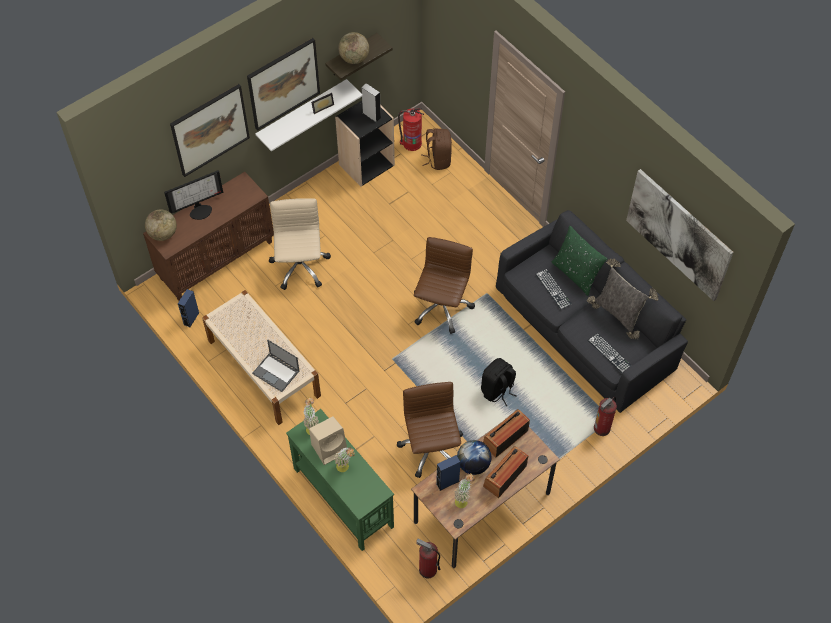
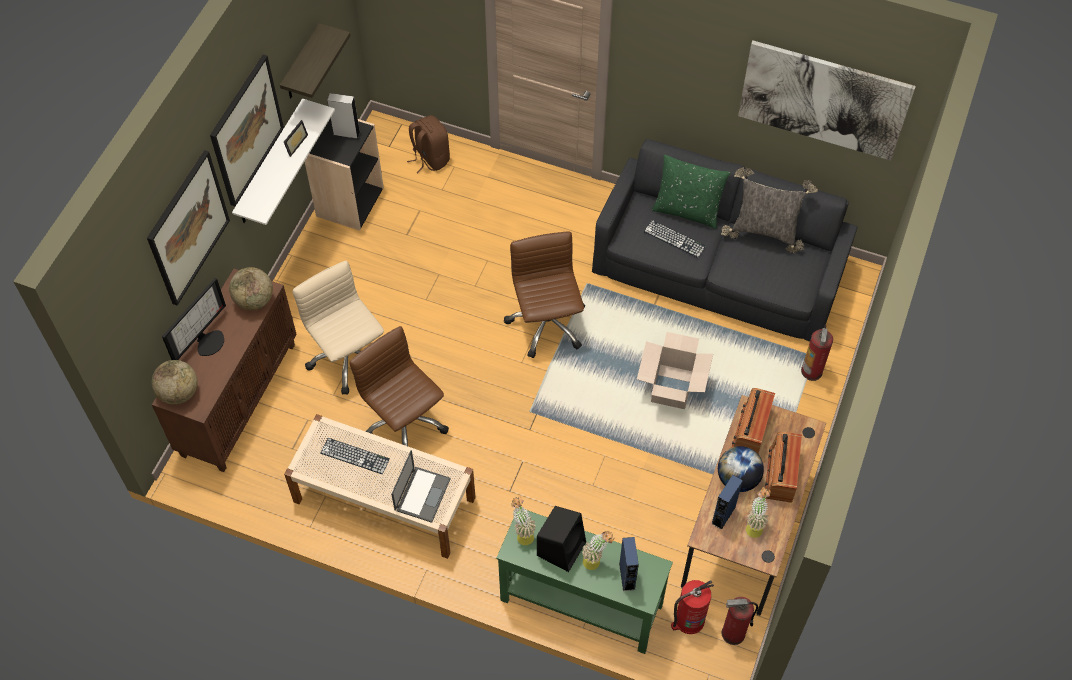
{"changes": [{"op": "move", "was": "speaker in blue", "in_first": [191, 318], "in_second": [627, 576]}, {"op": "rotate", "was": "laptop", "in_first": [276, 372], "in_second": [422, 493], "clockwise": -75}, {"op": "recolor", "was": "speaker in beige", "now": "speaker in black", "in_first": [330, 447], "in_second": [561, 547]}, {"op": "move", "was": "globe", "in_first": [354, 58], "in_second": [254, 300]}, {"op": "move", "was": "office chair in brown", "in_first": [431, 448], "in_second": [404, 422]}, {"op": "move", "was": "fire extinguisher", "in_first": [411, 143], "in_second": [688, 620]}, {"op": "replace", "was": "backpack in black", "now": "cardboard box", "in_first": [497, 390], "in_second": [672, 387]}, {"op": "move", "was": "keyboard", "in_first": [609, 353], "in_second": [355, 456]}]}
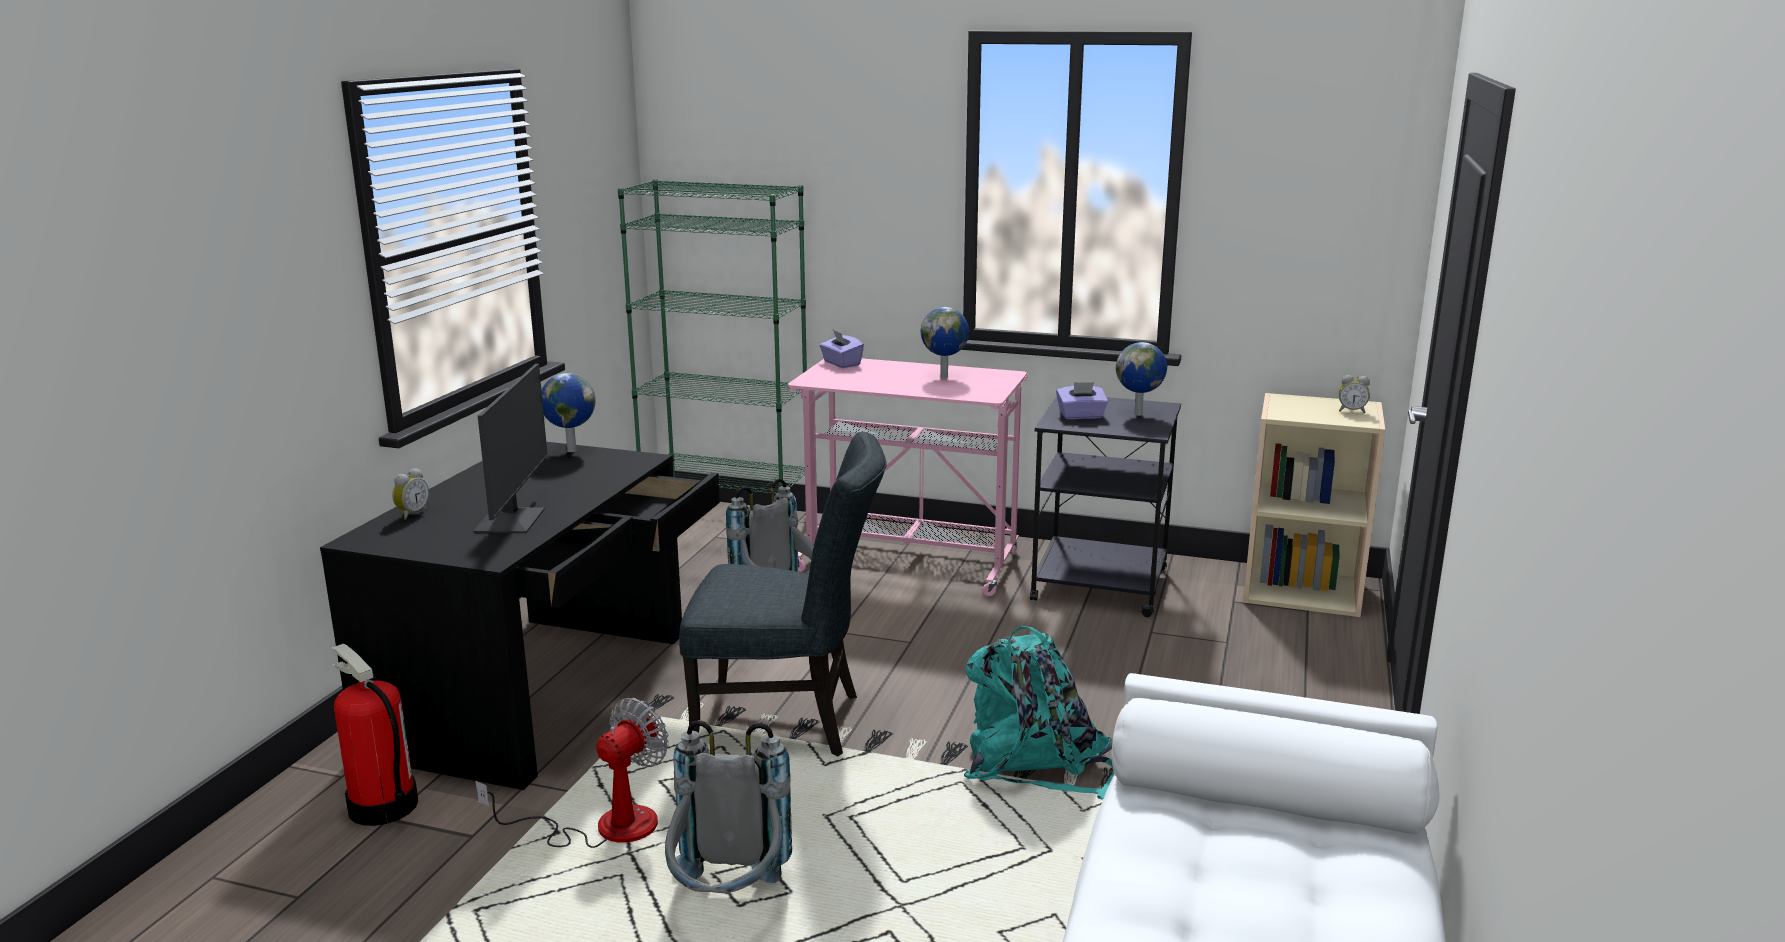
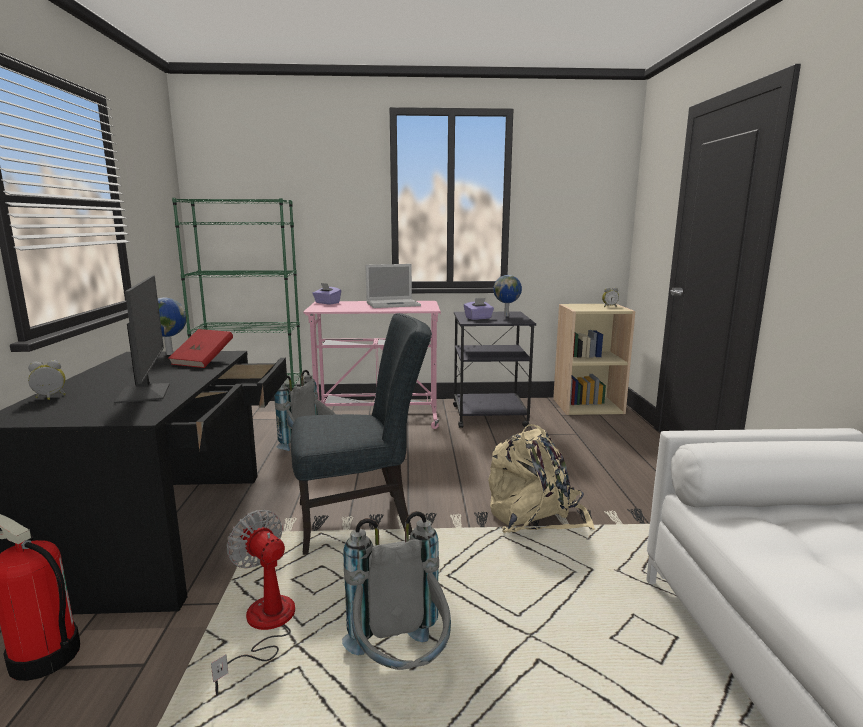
{"changes": [{"op": "rotate", "was": "alarm clock", "in_first": [411, 514], "in_second": [50, 398], "clockwise": -120}, {"op": "rotate", "was": "fan", "in_first": [604, 827], "in_second": [263, 627], "clockwise": -60}, {"op": "replace", "was": "globe", "now": "laptop", "in_first": [945, 376], "in_second": [394, 304]}, {"op": "recolor", "was": "backpack in turquoise", "now": "backpack in beige", "in_first": [1035, 763], "in_second": [535, 515]}, {"op": "insert", "now": "book in red", "in_second": [203, 361]}]}
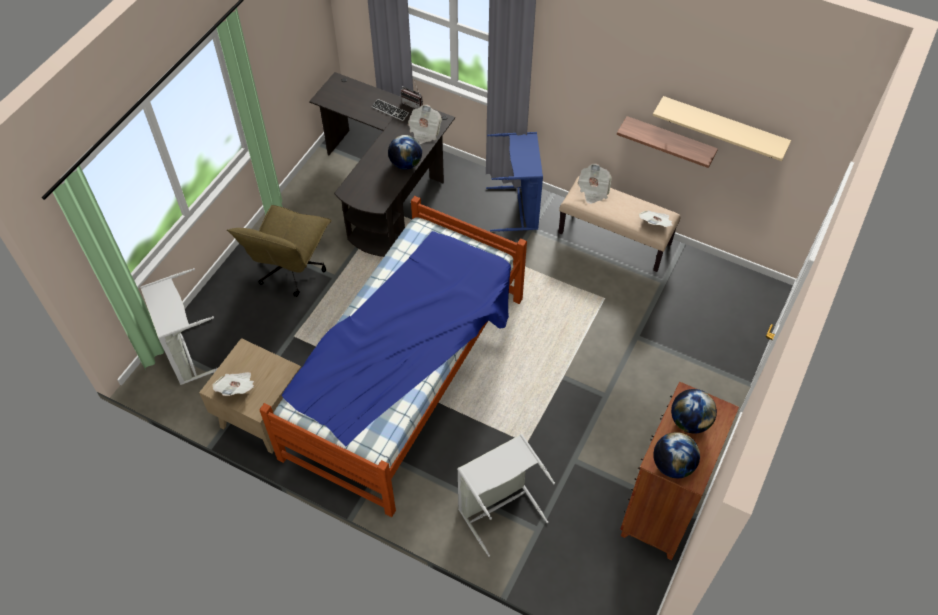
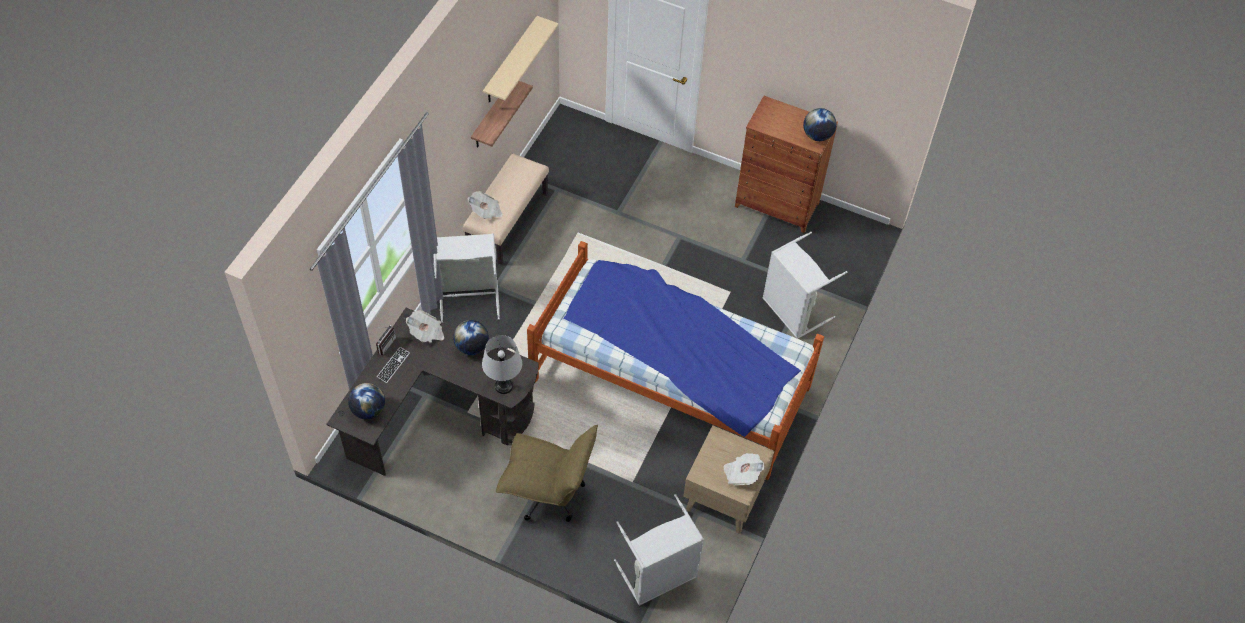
{"changes": [{"op": "recolor", "was": "laundry basket in blue", "now": "laundry basket in grey", "in_first": [519, 208], "in_second": [469, 296]}, {"op": "delete", "was": "newspaper", "in_first": [655, 224]}, {"op": "move", "was": "globe", "in_first": [689, 421], "in_second": [368, 410]}, {"op": "insert", "now": "table lamp in grey", "in_second": [503, 386]}]}
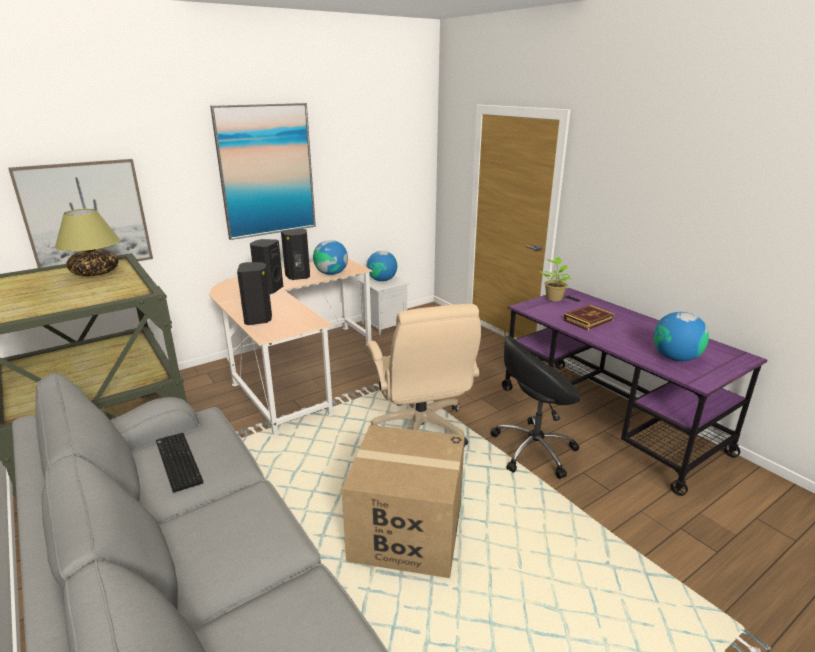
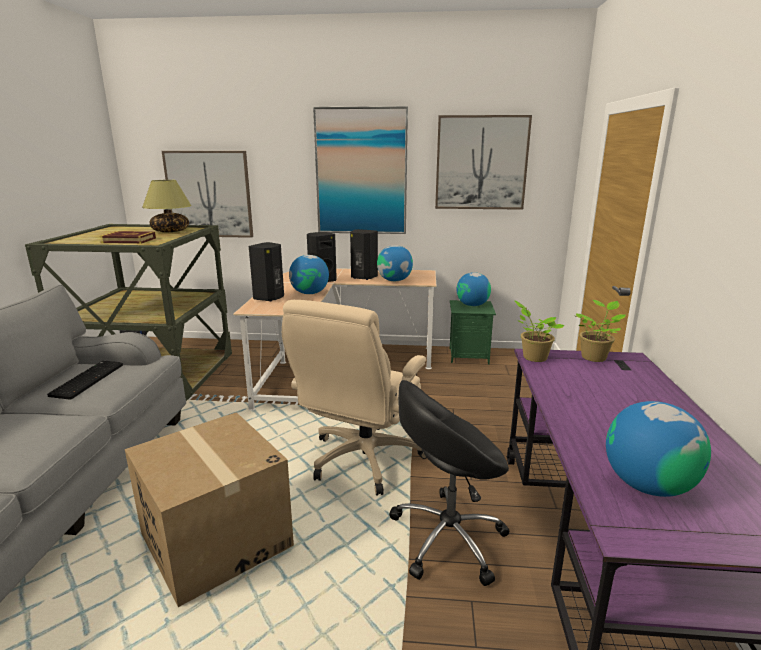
{"changes": [{"op": "recolor", "was": "nightstand in grey", "now": "nightstand in green", "in_first": [384, 324], "in_second": [469, 355]}, {"op": "rotate", "was": "office chair in black", "in_first": [531, 450], "in_second": [445, 538], "clockwise": -45}, {"op": "move", "was": "book", "in_first": [588, 320], "in_second": [129, 240]}, {"op": "insert", "now": "globe", "in_second": [310, 293]}, {"op": "insert", "now": "picture", "in_second": [481, 163]}, {"op": "insert", "now": "potted plant", "in_second": [533, 357]}]}
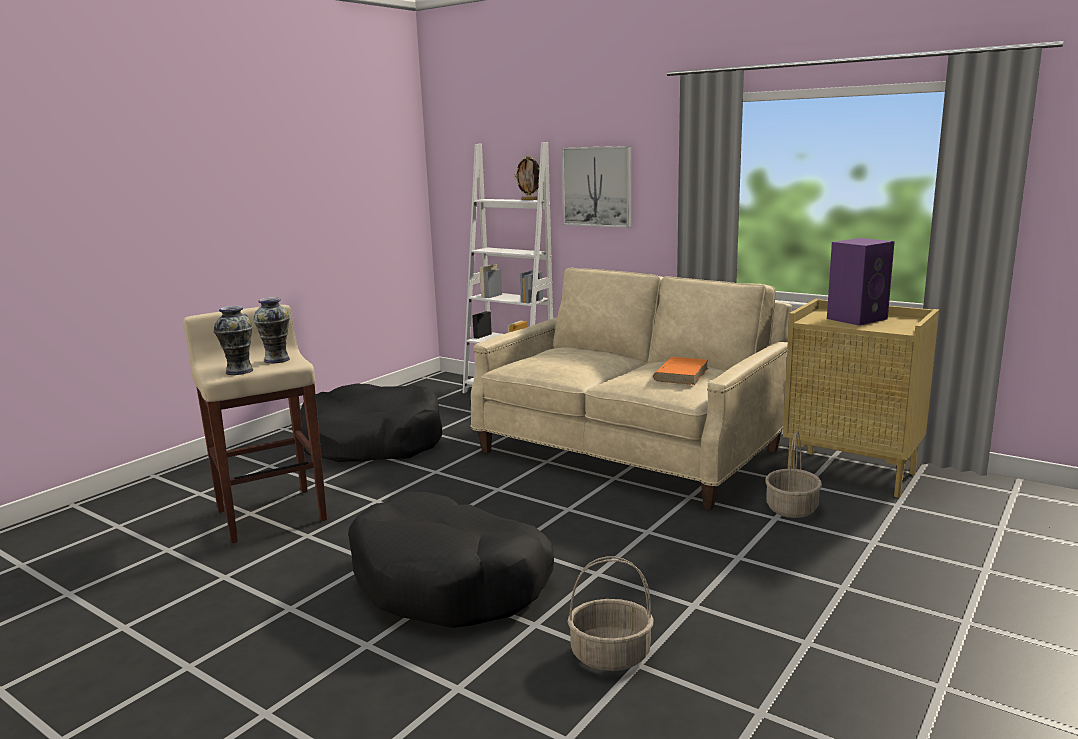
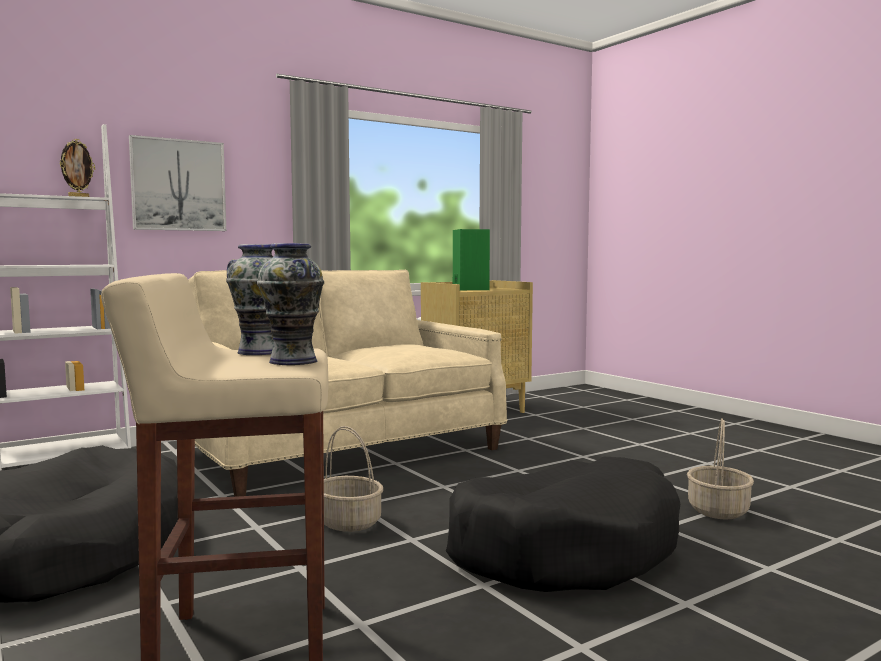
{"changes": [{"op": "delete", "was": "book in orange", "in_first": [681, 374]}, {"op": "move", "was": "basket", "in_first": [792, 509], "in_second": [349, 522]}, {"op": "recolor", "was": "speaker in purple", "now": "speaker in green", "in_first": [856, 318], "in_second": [469, 289]}]}
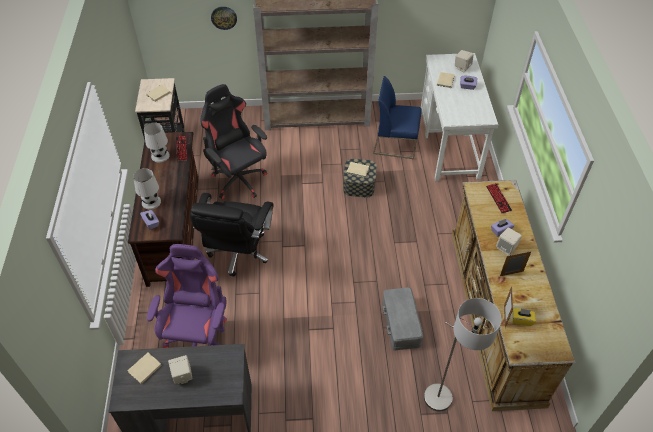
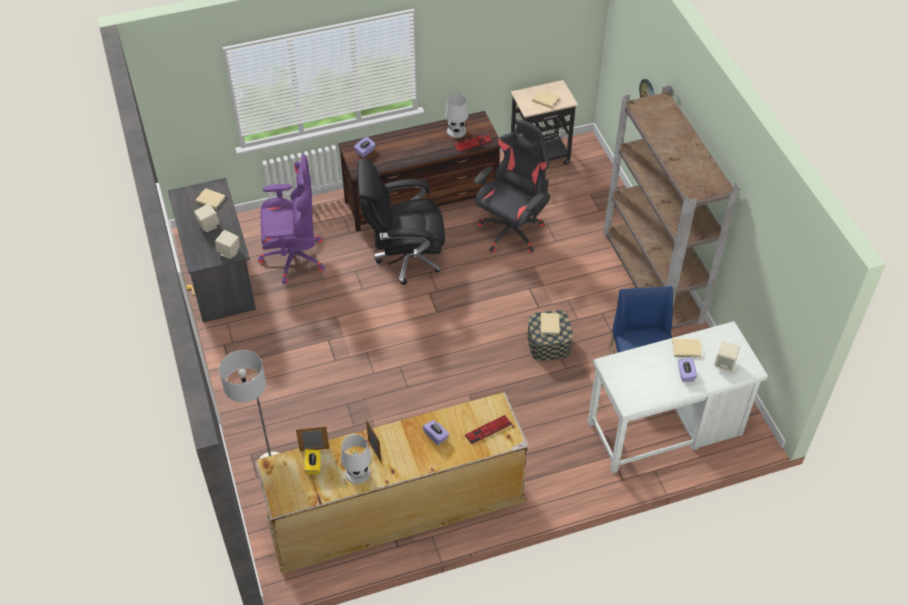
{"changes": [{"op": "move", "was": "table lamp in white", "in_first": [151, 202], "in_second": [358, 473]}, {"op": "delete", "was": "storage box in grey", "in_first": [400, 323]}, {"op": "move", "was": "speaker in beige", "in_first": [506, 248], "in_second": [229, 252]}]}
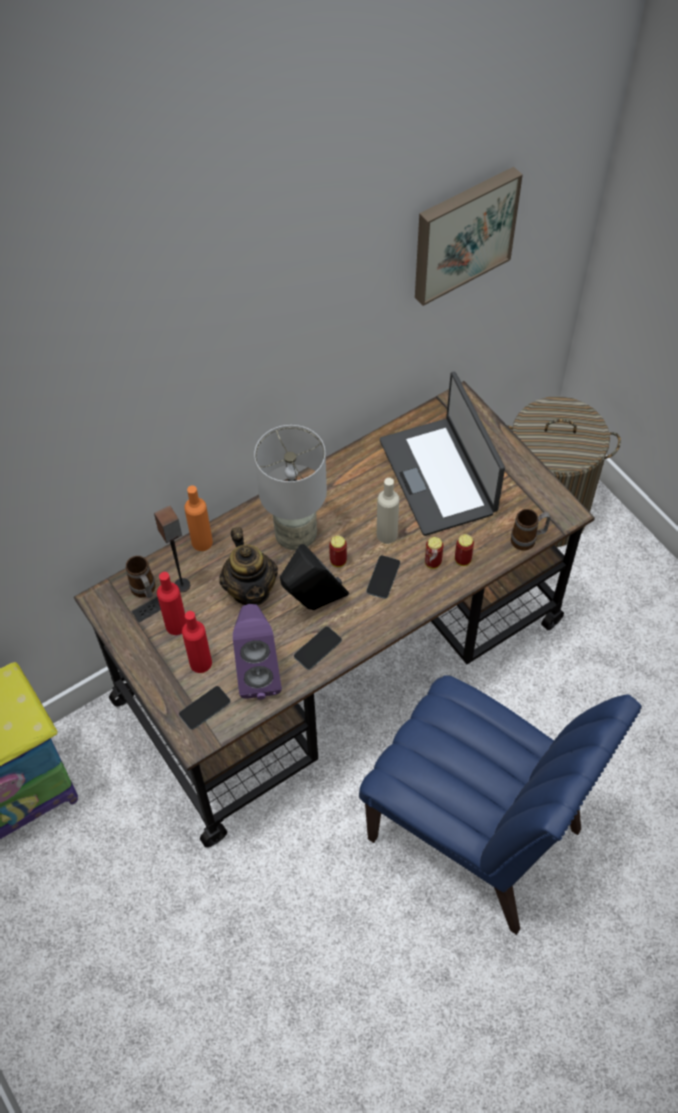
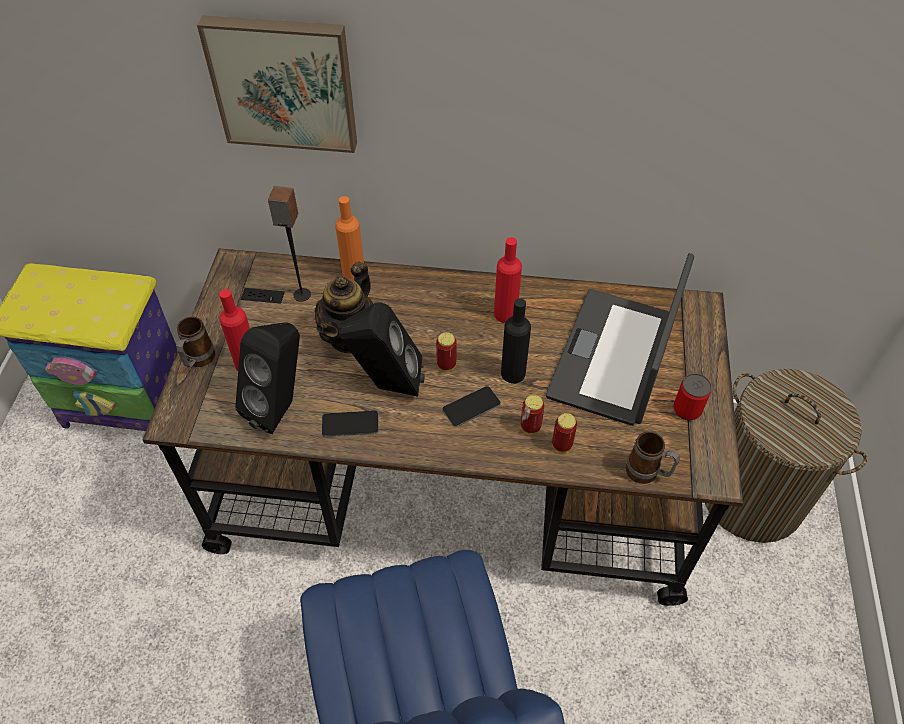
{"changes": [{"op": "move", "was": "mug", "in_first": [145, 591], "in_second": [198, 361]}, {"op": "move", "was": "bottle in red", "in_first": [176, 625], "in_second": [505, 314]}, {"op": "delete", "was": "phone", "in_first": [204, 708]}, {"op": "recolor", "was": "speaker in purple", "now": "speaker in black", "in_first": [258, 673], "in_second": [281, 406]}, {"op": "delete", "was": "table lamp in grey", "in_first": [296, 535]}, {"op": "recolor", "was": "bottle in beige", "now": "bottle in black", "in_first": [387, 534], "in_second": [513, 373]}, {"op": "move", "was": "picture", "in_first": [462, 233], "in_second": [284, 82]}, {"op": "insert", "now": "can", "in_second": [687, 409]}]}
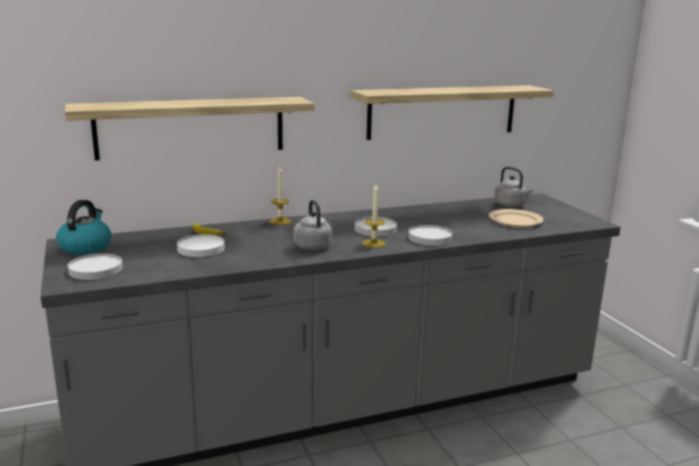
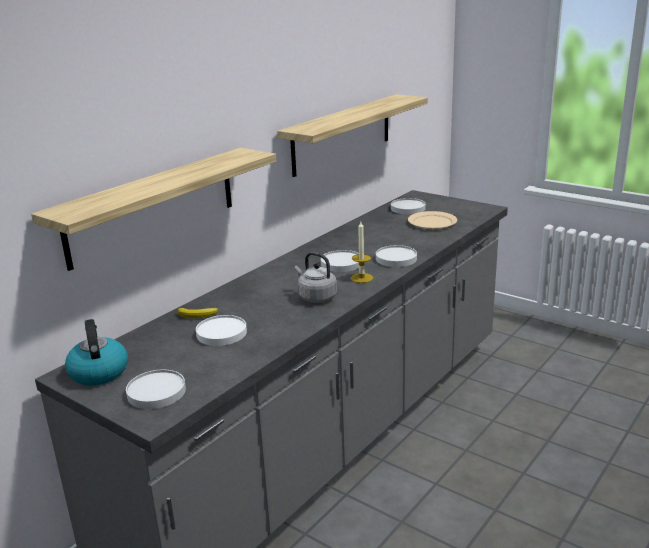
{"changes": [{"op": "delete", "was": "candle", "in_first": [280, 221]}, {"op": "replace", "was": "kettle in grey", "now": "plate in white", "in_first": [511, 205], "in_second": [408, 208]}]}
